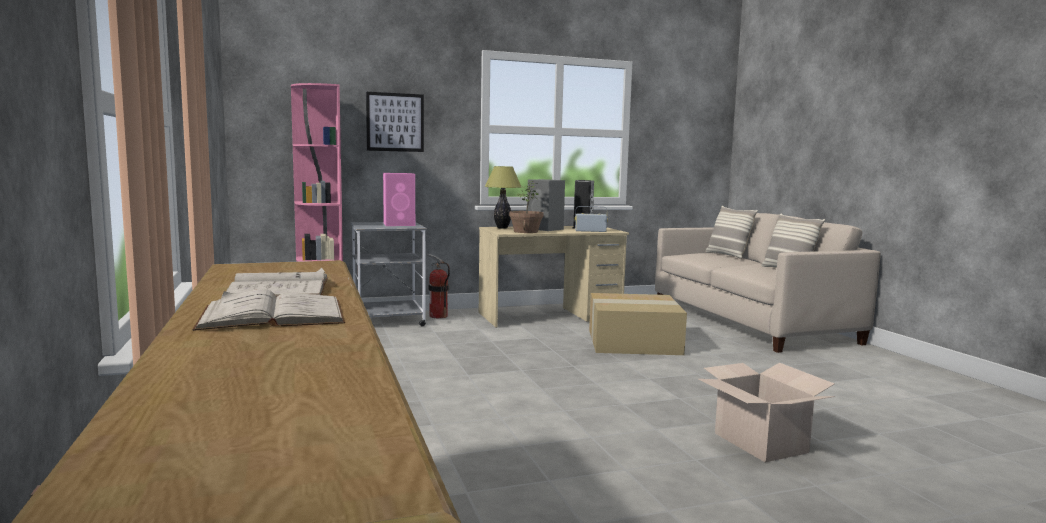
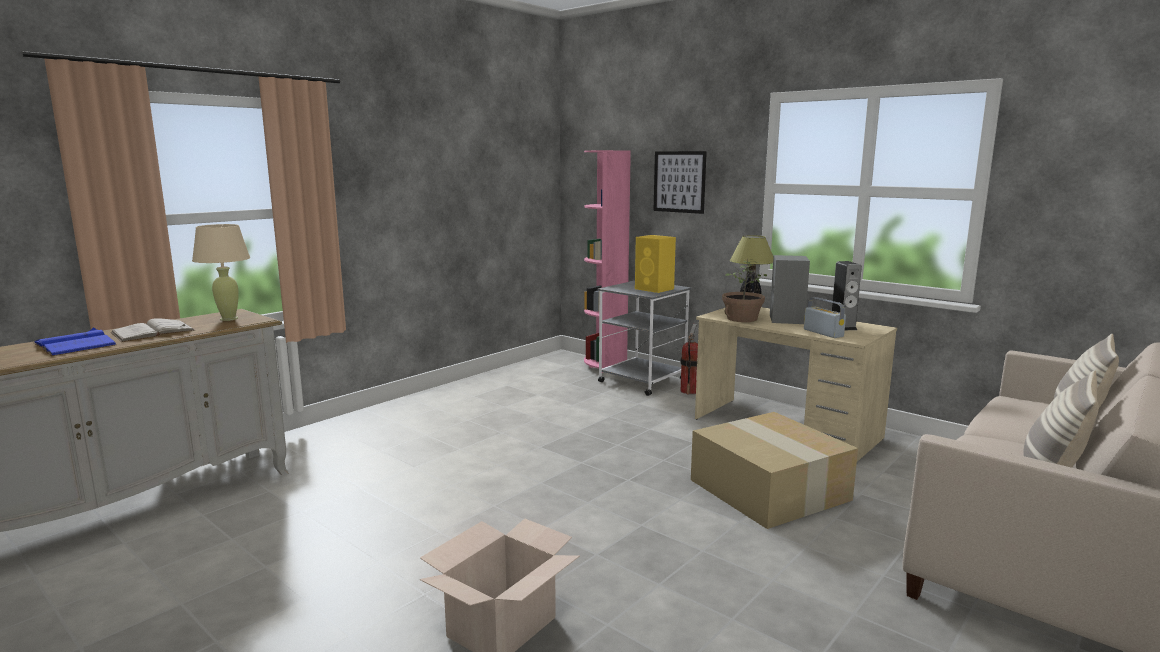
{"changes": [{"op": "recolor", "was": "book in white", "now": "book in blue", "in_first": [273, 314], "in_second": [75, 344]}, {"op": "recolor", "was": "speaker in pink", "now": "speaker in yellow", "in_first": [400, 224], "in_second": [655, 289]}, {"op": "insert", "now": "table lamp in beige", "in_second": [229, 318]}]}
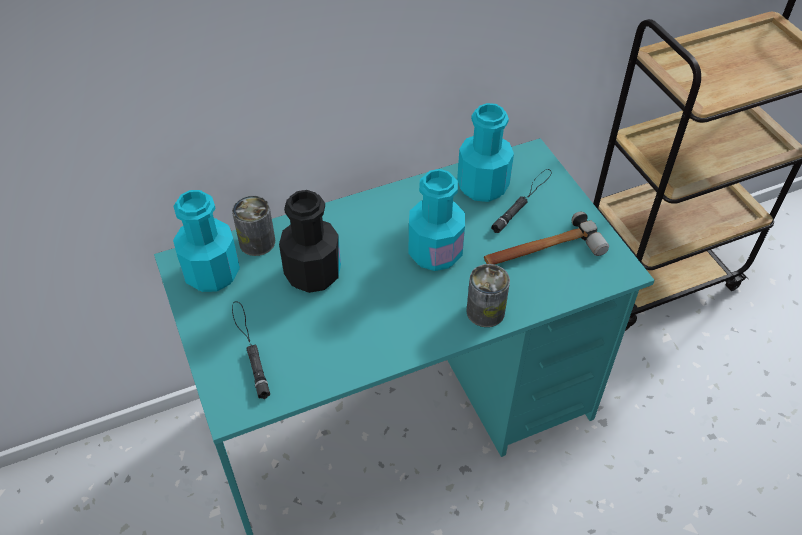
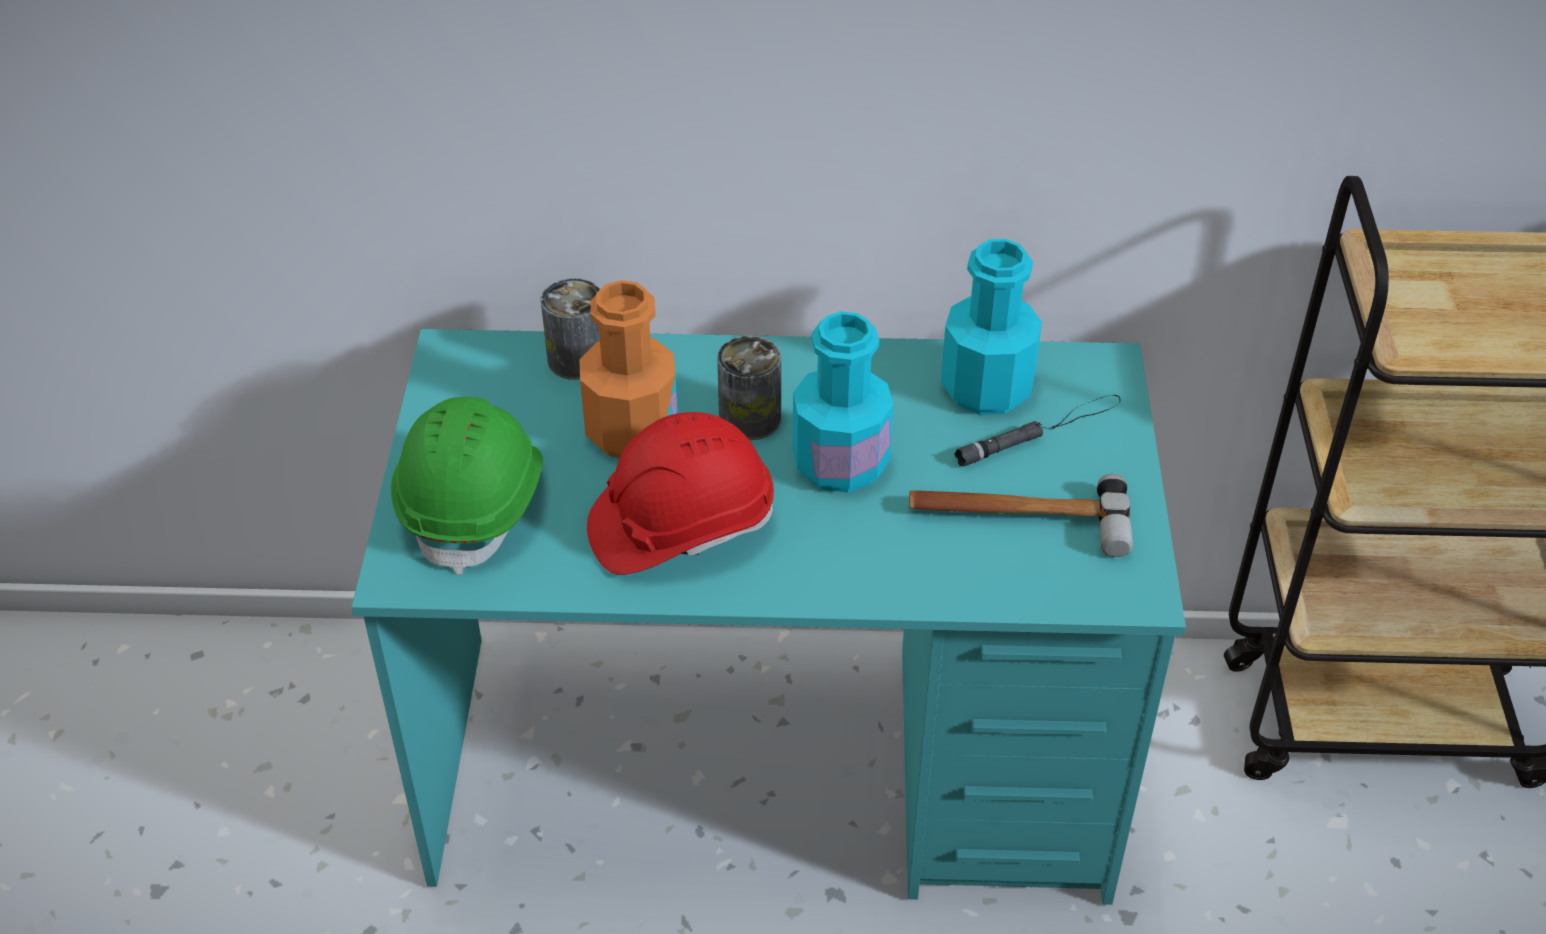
{"changes": [{"op": "delete", "was": "bottle in turquoise", "in_first": [212, 273]}, {"op": "replace", "was": "flashlight in black", "now": "hard hat in green", "in_first": [249, 348], "in_second": [475, 503]}, {"op": "recolor", "was": "bottle in black", "now": "bottle in orange", "in_first": [313, 273], "in_second": [631, 431]}, {"op": "move", "was": "can", "in_first": [485, 311], "in_second": [750, 418]}, {"op": "insert", "now": "hard hat in red", "in_second": [681, 525]}]}
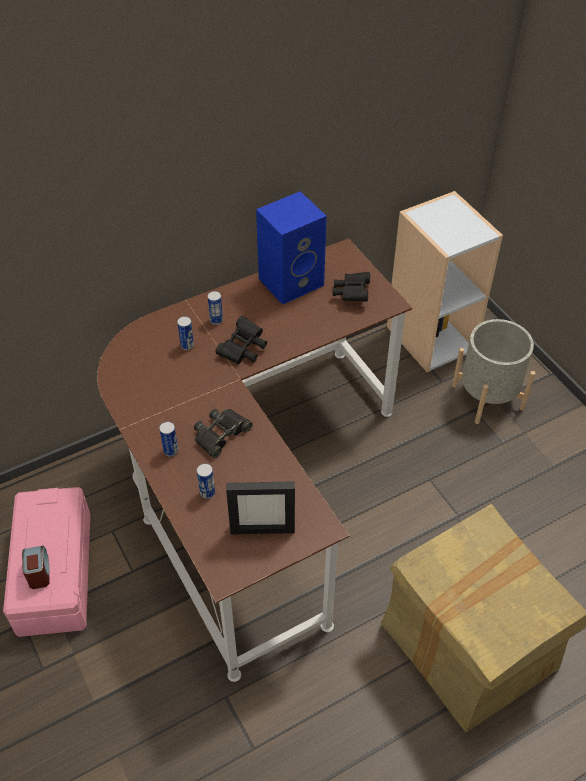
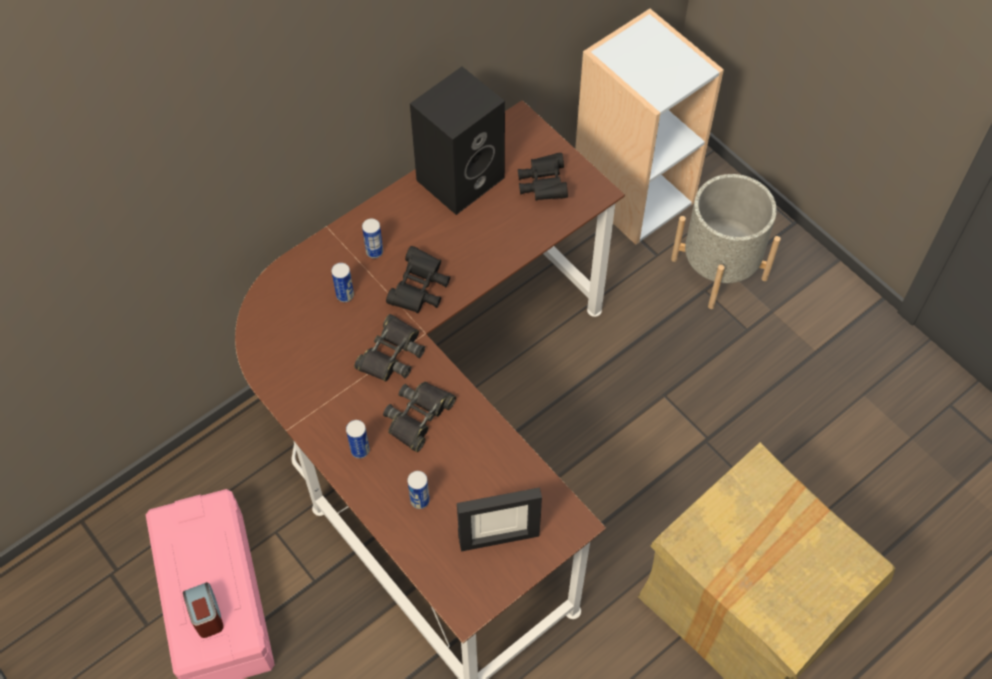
{"changes": [{"op": "recolor", "was": "speaker in blue", "now": "speaker in black", "in_first": [291, 280], "in_second": [460, 177]}, {"op": "insert", "now": "binoculars in black", "in_second": [391, 354]}]}
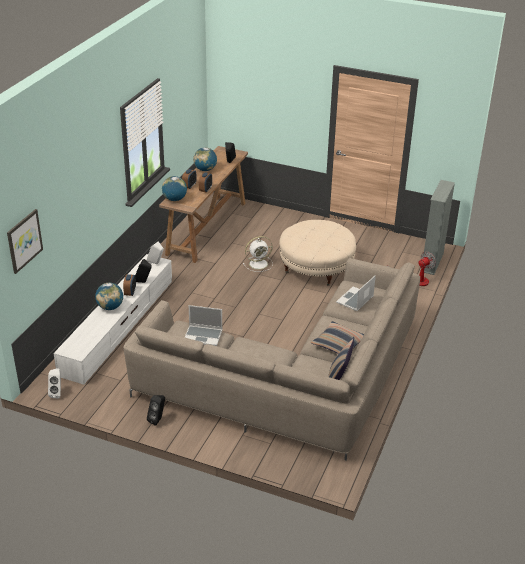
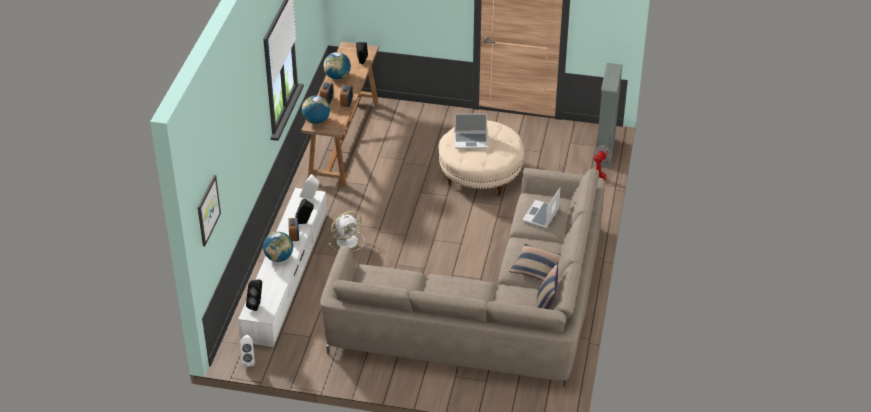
{"changes": [{"op": "move", "was": "speaker in black", "in_first": [158, 420], "in_second": [256, 305]}, {"op": "move", "was": "laptop", "in_first": [203, 336], "in_second": [471, 141]}, {"op": "move", "was": "fan in white", "in_first": [259, 264], "in_second": [348, 241]}]}
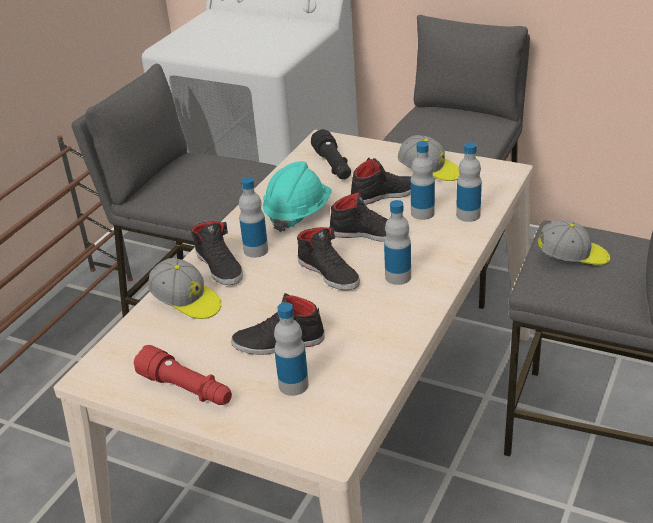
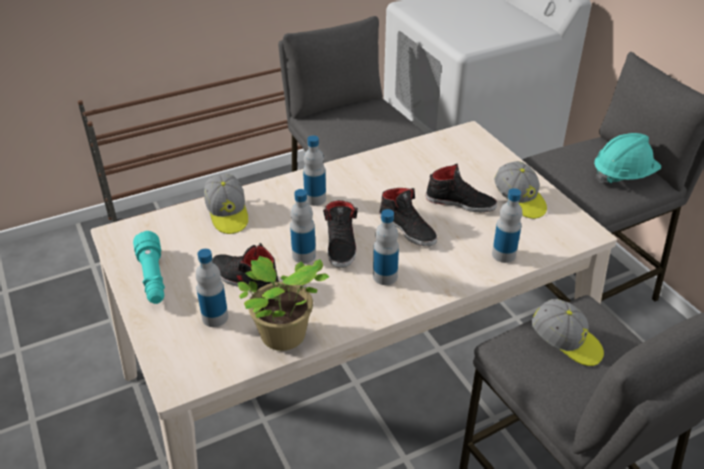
{"changes": [{"op": "recolor", "was": "flashlight in red", "now": "flashlight in turquoise", "in_first": [187, 389], "in_second": [153, 278]}, {"op": "delete", "was": "shoe in black", "in_first": [220, 266]}, {"op": "move", "was": "hard hat in turquoise", "in_first": [297, 214], "in_second": [623, 175]}, {"op": "delete", "was": "flashlight in black", "in_first": [333, 166]}, {"op": "move", "was": "bottle", "in_first": [422, 213], "in_second": [304, 255]}, {"op": "insert", "now": "potted plant", "in_second": [283, 338]}]}
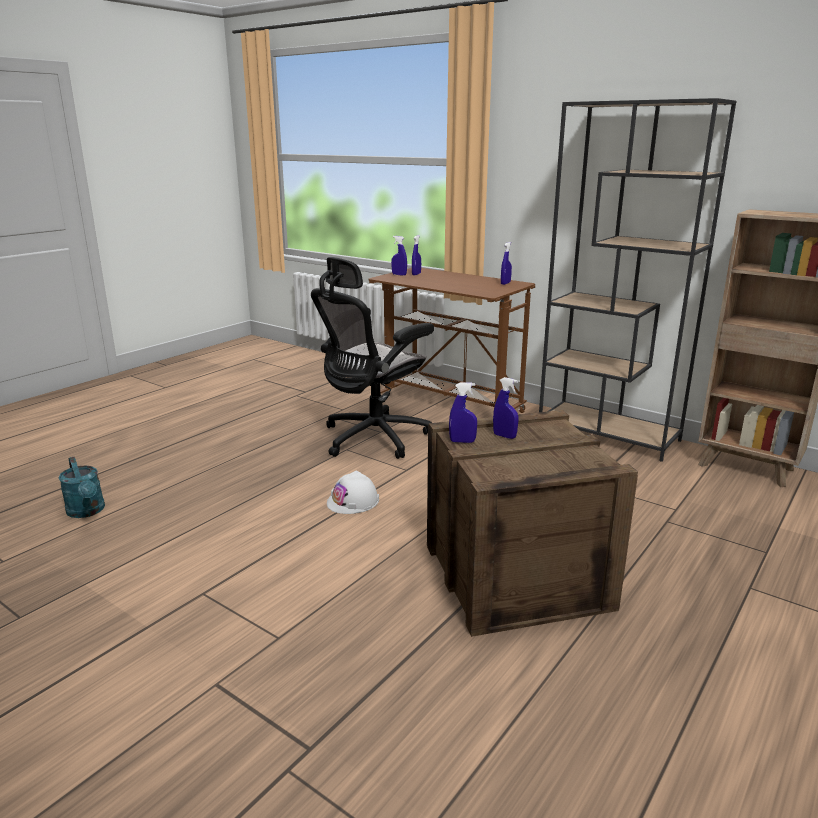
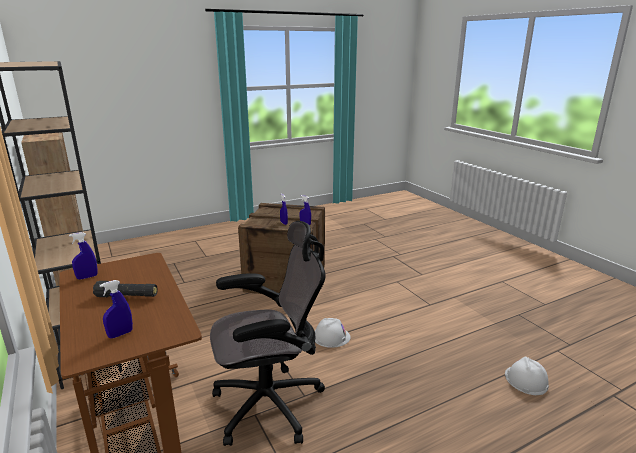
{"changes": [{"op": "replace", "was": "watering can in turquoise", "now": "hard hat in white", "in_first": [87, 512], "in_second": [526, 380]}, {"op": "delete", "was": "spray bottle in blue", "in_first": [399, 275]}, {"op": "insert", "now": "flashlight in black", "in_second": [127, 296]}]}
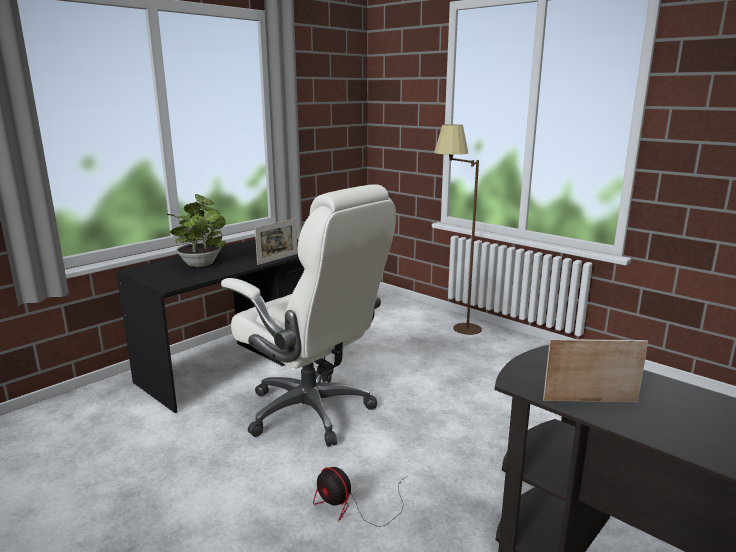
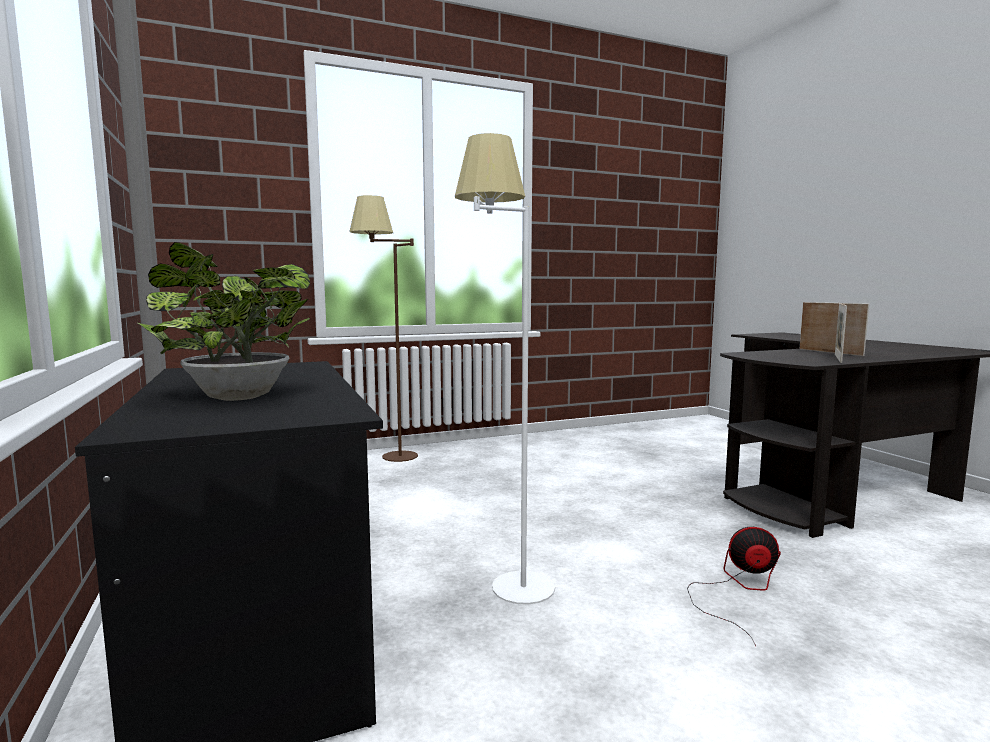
{"changes": [{"op": "replace", "was": "office chair in white", "now": "floor lamp in white", "in_first": [311, 412], "in_second": [503, 576]}, {"op": "move", "was": "picture frame", "in_first": [278, 259], "in_second": [830, 352]}, {"op": "rotate", "was": "fan", "in_first": [354, 507], "in_second": [738, 590], "clockwise": -150}]}
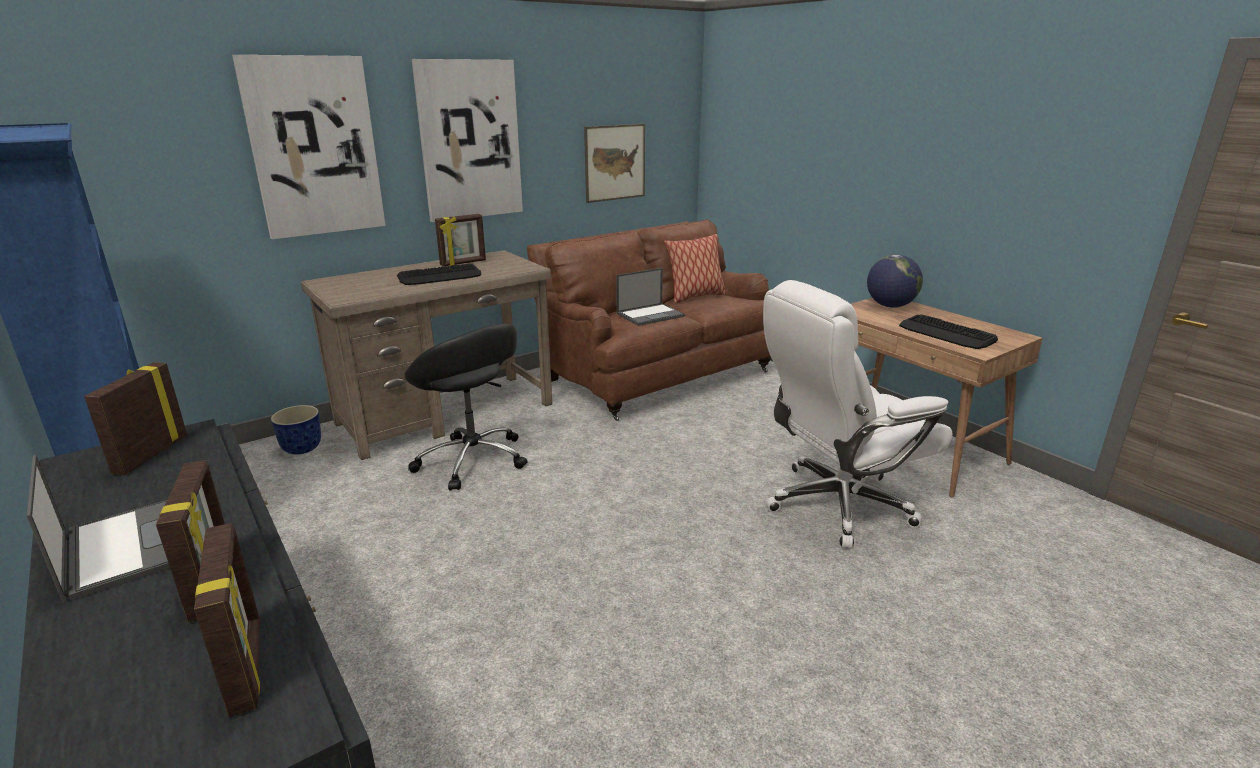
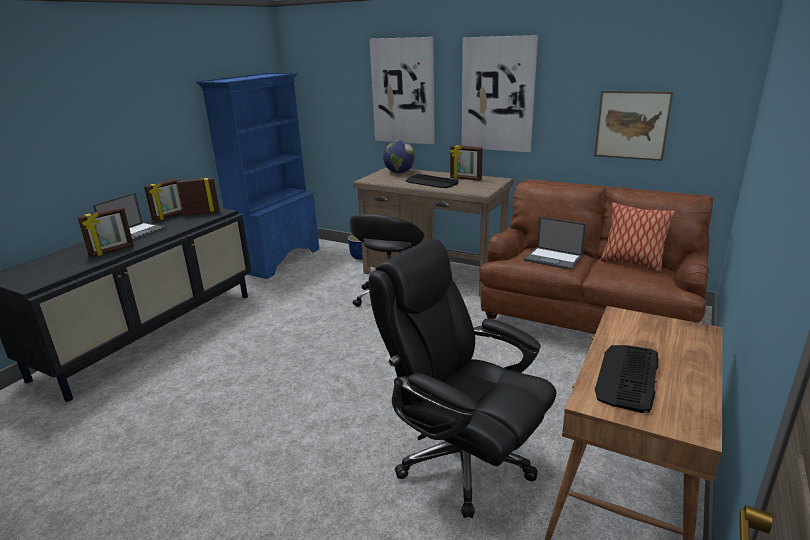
{"changes": [{"op": "move", "was": "picture frame", "in_first": [248, 666], "in_second": [170, 216]}, {"op": "recolor", "was": "office chair in white", "now": "office chair in black", "in_first": [839, 505], "in_second": [464, 461]}, {"op": "move", "was": "globe", "in_first": [890, 306], "in_second": [399, 172]}]}
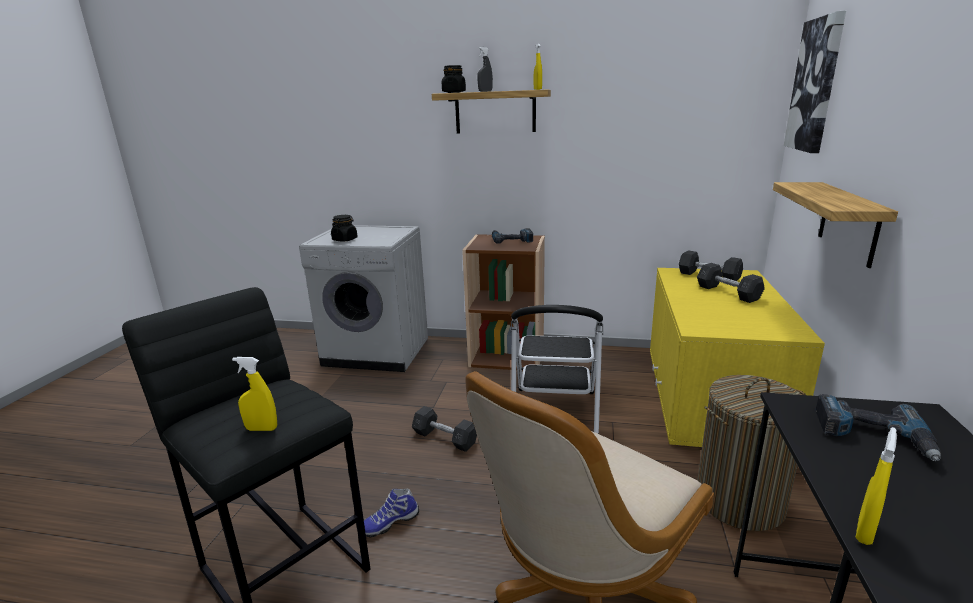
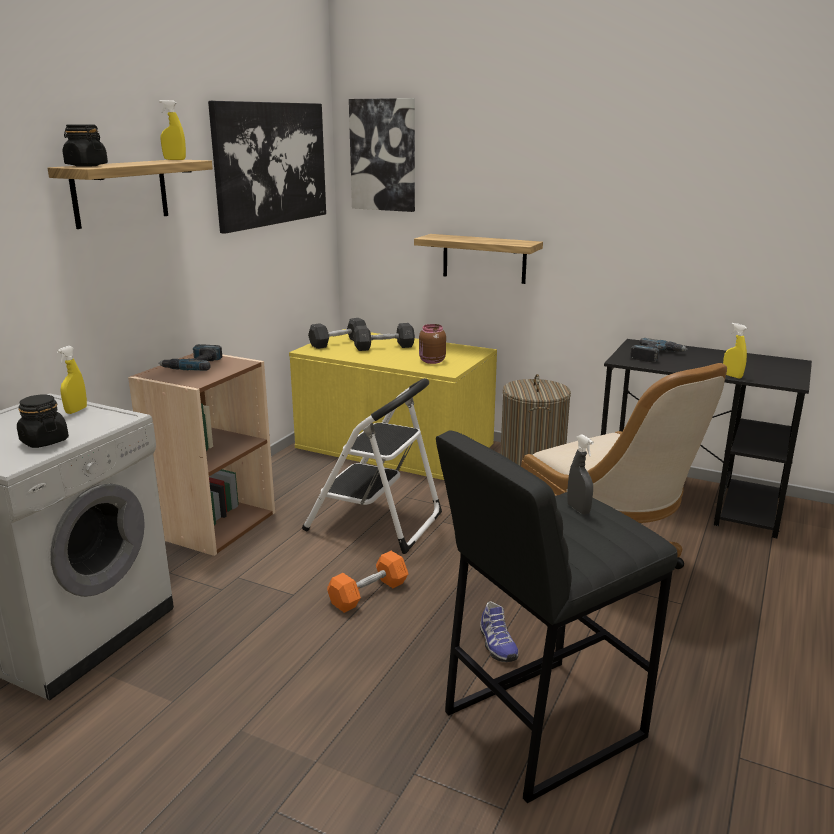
{"changes": [{"op": "move", "was": "spray bottle in yellow", "in_first": [261, 429], "in_second": [76, 410]}, {"op": "recolor", "was": "dumbbell in grey", "now": "dumbbell in orange", "in_first": [445, 438], "in_second": [368, 594]}, {"op": "move", "was": "spray bottle in grey", "in_first": [485, 91], "in_second": [578, 509]}, {"op": "insert", "now": "picture", "in_second": [271, 164]}, {"op": "insert", "now": "jar in brown", "in_second": [431, 361]}]}
